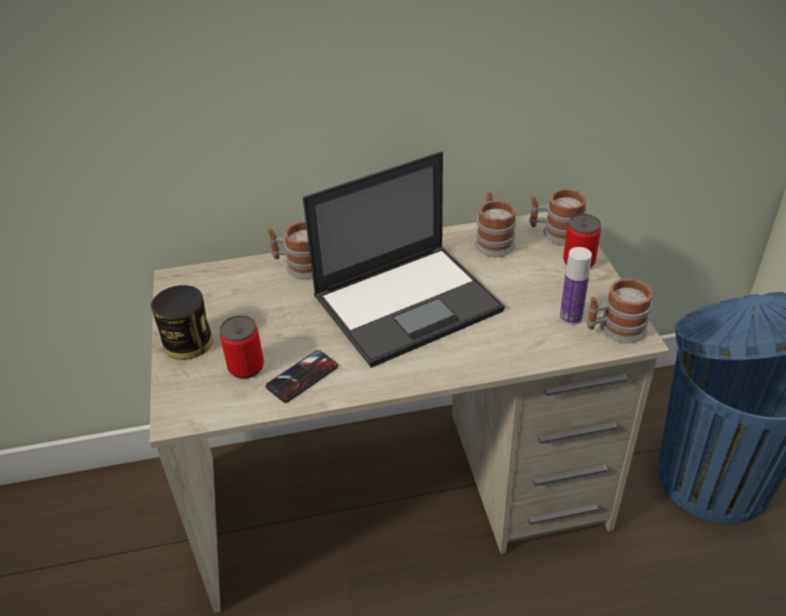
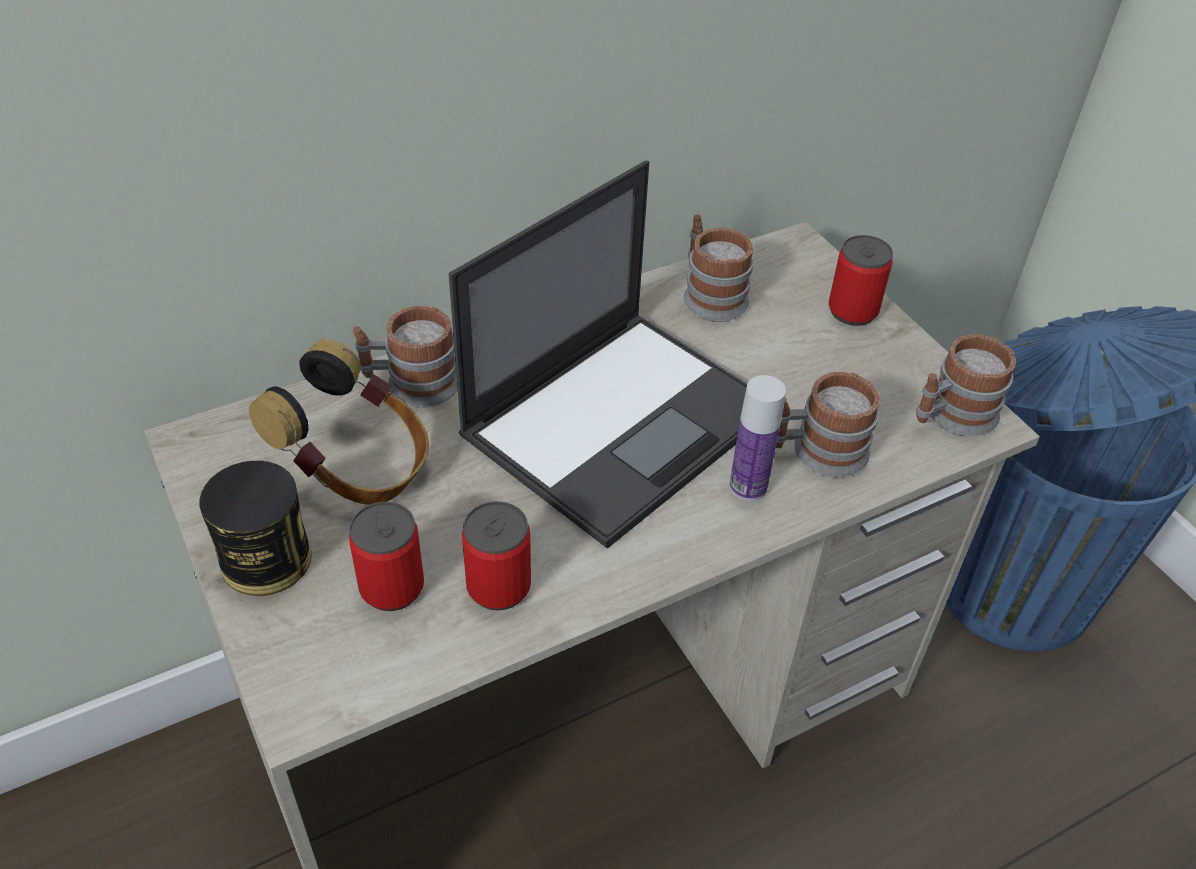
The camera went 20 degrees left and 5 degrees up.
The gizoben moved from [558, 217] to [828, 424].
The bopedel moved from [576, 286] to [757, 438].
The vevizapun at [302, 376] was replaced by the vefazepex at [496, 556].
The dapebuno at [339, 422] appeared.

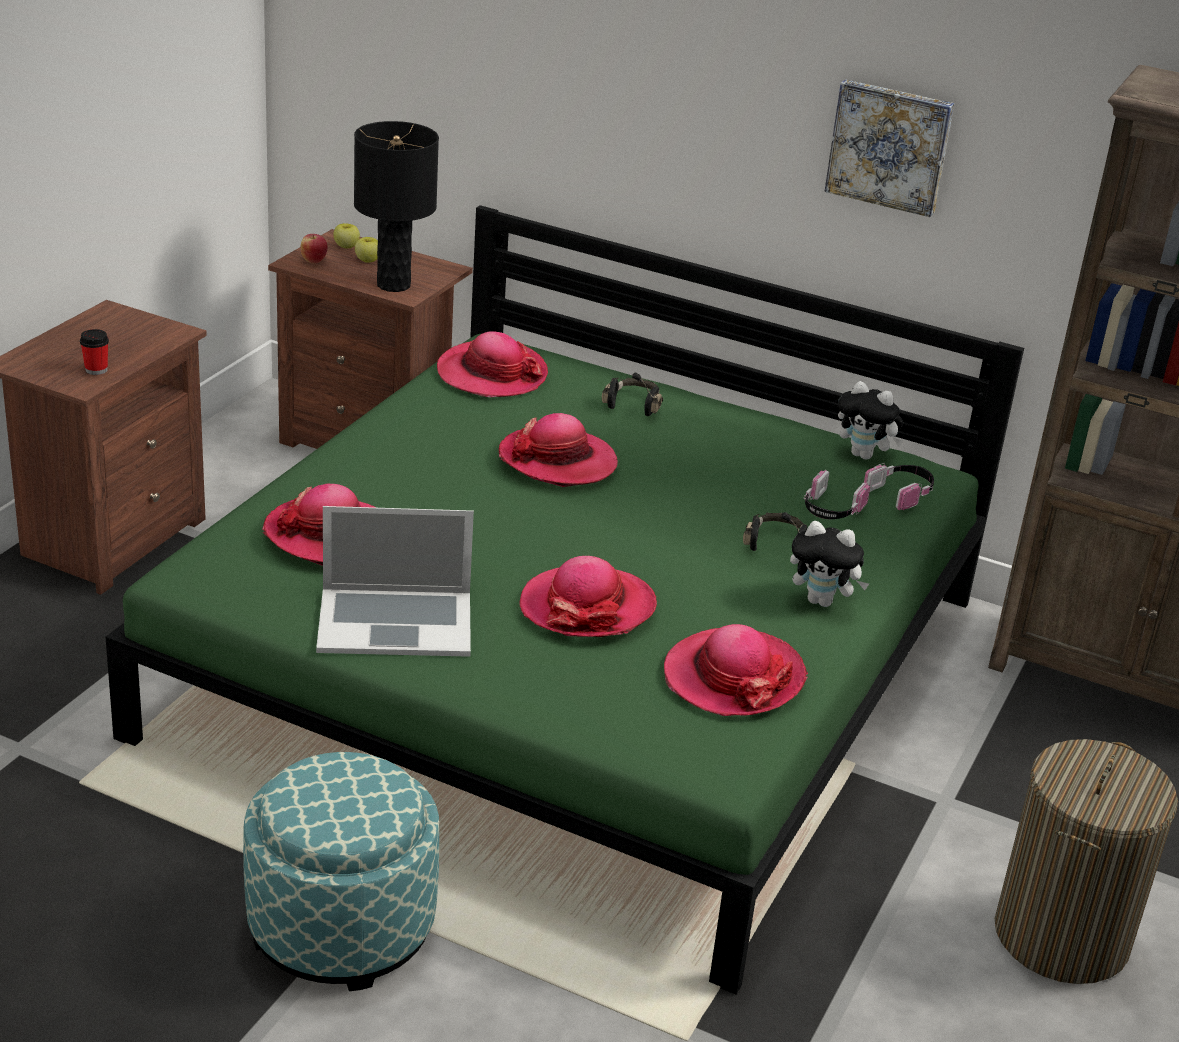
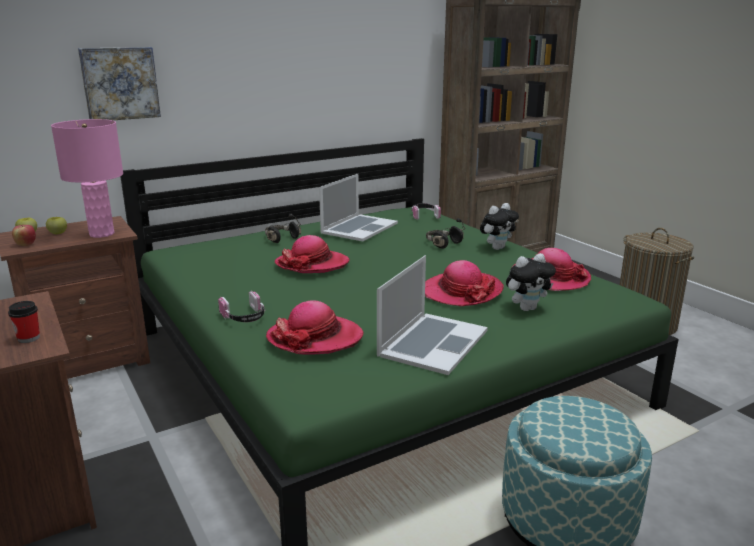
The camera went 55 degrees left and 10 degrees down.
The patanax moved from [889, 148] to [119, 83].
The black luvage at [396, 206] became the pink luvage at [87, 178].
The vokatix at [492, 364] disappeared.
The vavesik moved from [870, 420] to [531, 282].
The dapebuno moved from [837, 494] to [241, 306].
The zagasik at [358, 207] appeared.

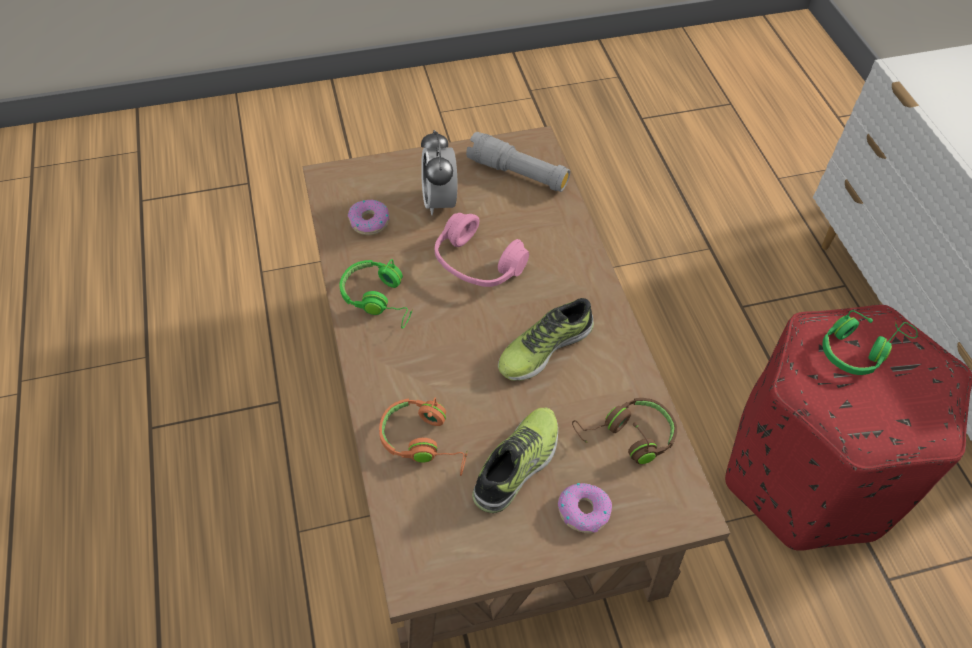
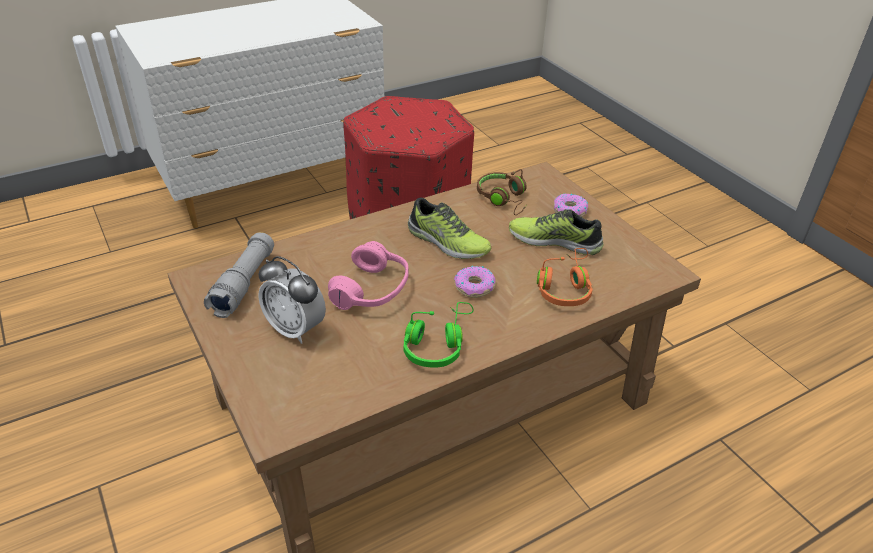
The camera went 105 degrees left and 15 degrees down.
The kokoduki at [439, 172] turned 60 degrees clockwise.
The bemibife moved from [368, 217] to [475, 281].
The green dapebuno at [870, 342] disappeared.

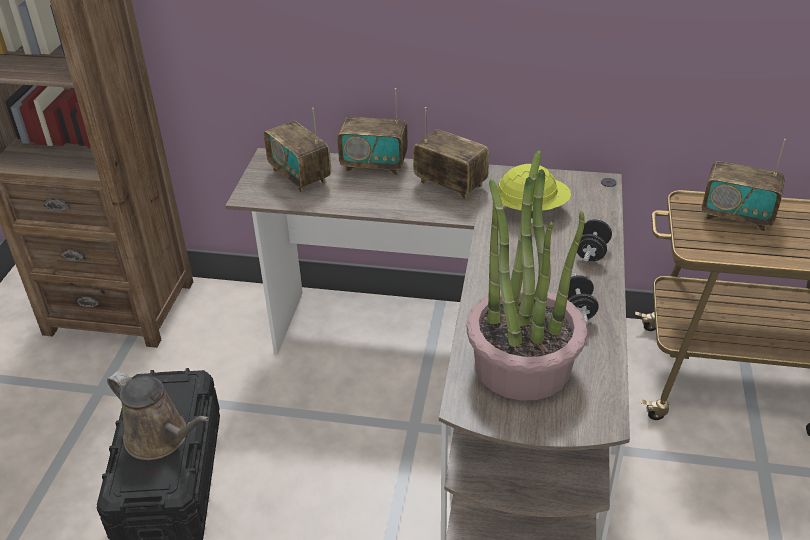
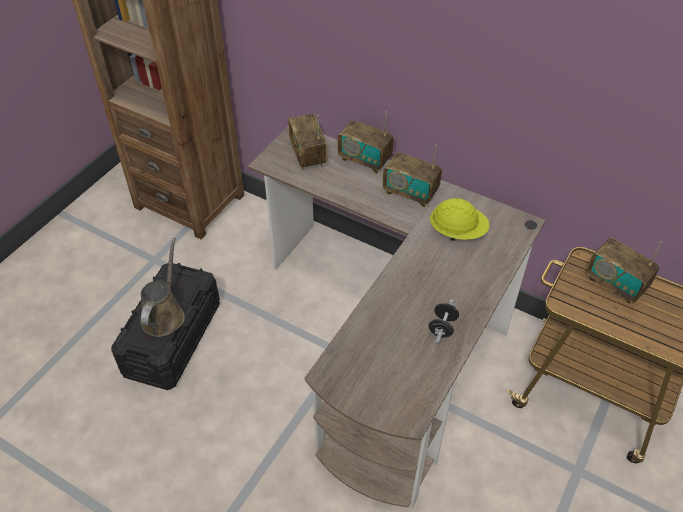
The camera went 20 degrees right and 10 degrees up.
The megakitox at [451, 153] turned 150 degrees clockwise.
The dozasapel at [527, 275] disappeared.
The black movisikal at [594, 240] disappeared.
The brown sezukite at [158, 415] turned 135 degrees counterclockwise.

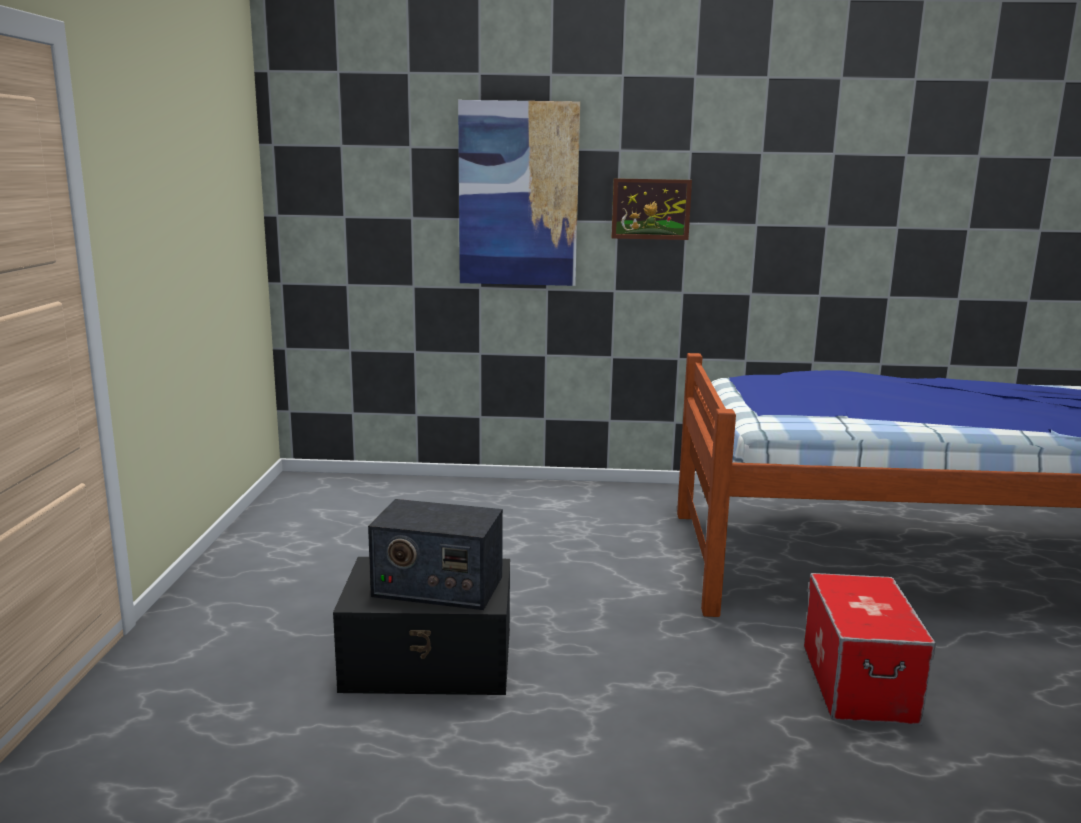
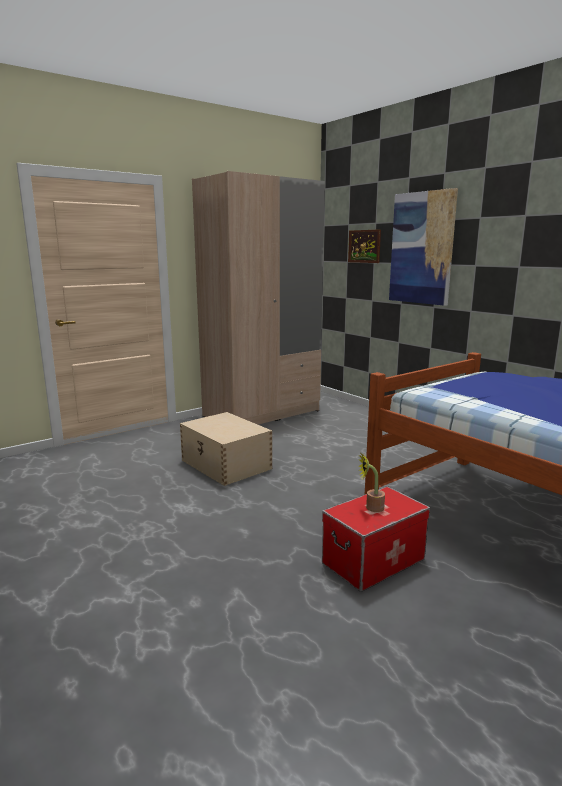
The camera went 50 degrees right and 0 degrees up.
The patanax moved from [651, 209] to [364, 246].
The megakitox at [435, 554] disappeared.
The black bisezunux at [421, 626] became the beige bisezunux at [226, 449].
The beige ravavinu at [258, 297] appeared.
The dozasapel at [372, 482] appeared.

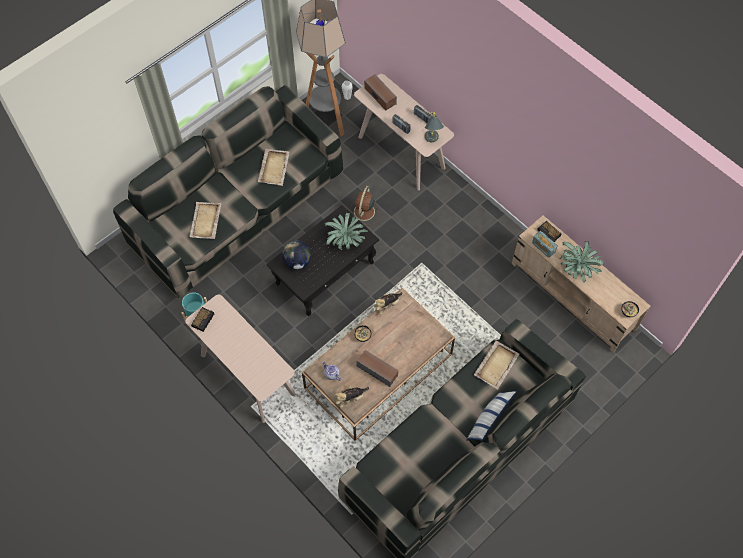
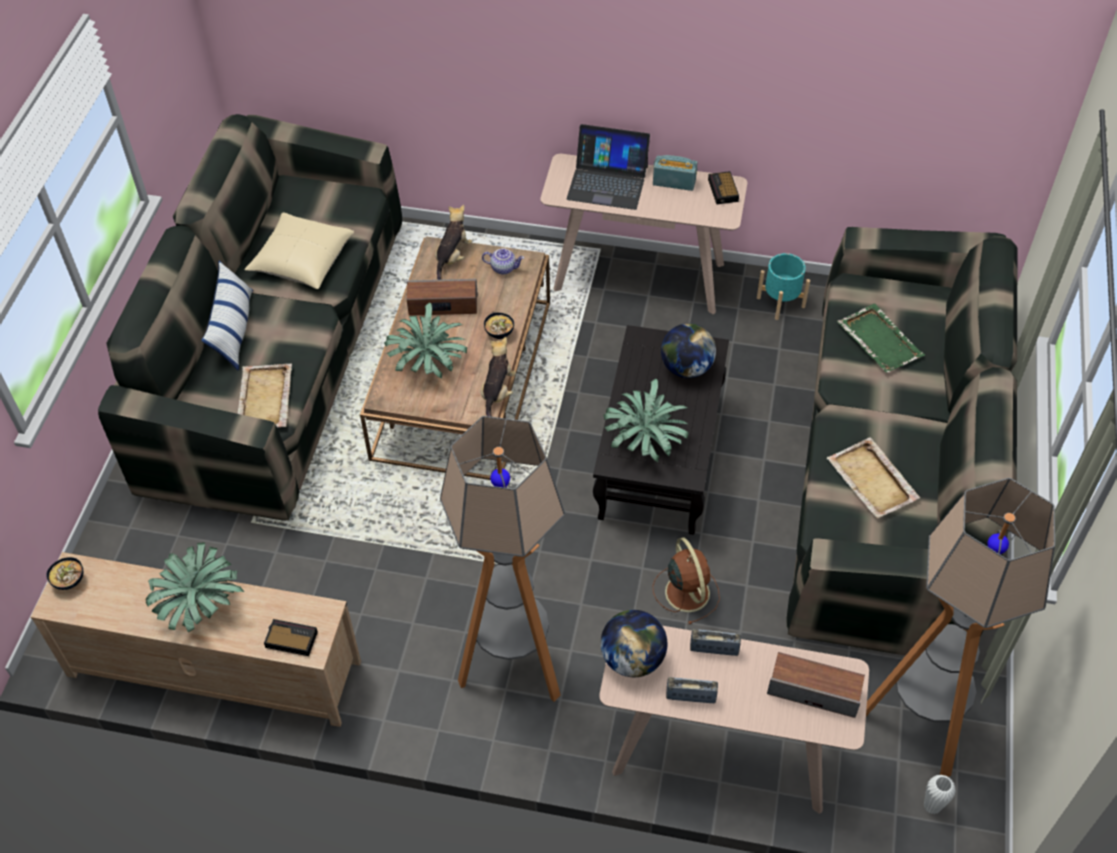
The camera went 145 degrees right and 10 degrees down.
The grey luvage at [434, 127] was replaced by the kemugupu at [633, 643].
The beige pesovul at [205, 220] became the green pesovul at [881, 338].
The megakitox moved from [545, 244] to [675, 173].
The zagasik at [608, 167] appeared.
The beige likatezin at [299, 251] appeared.
The dozasapel at [425, 340] appeared.
The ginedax at [502, 559] appeared.

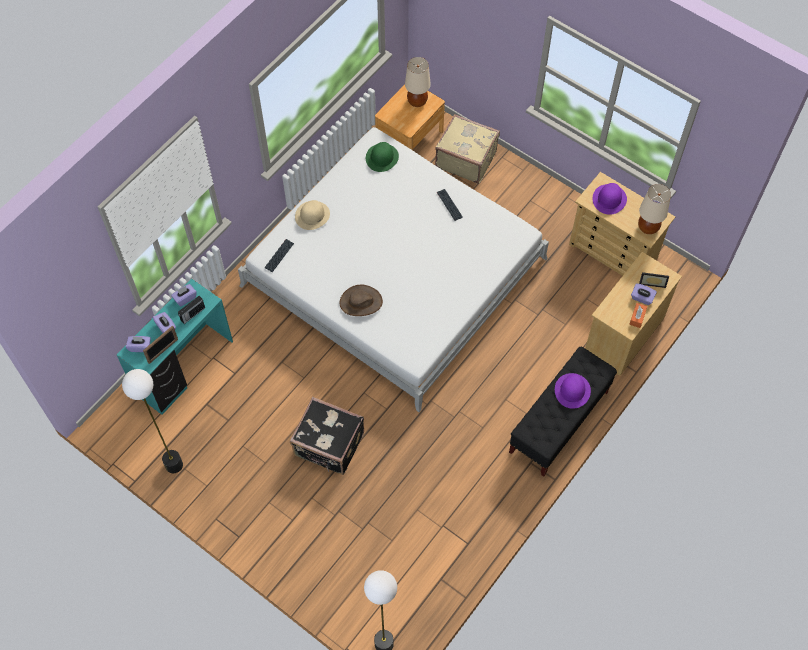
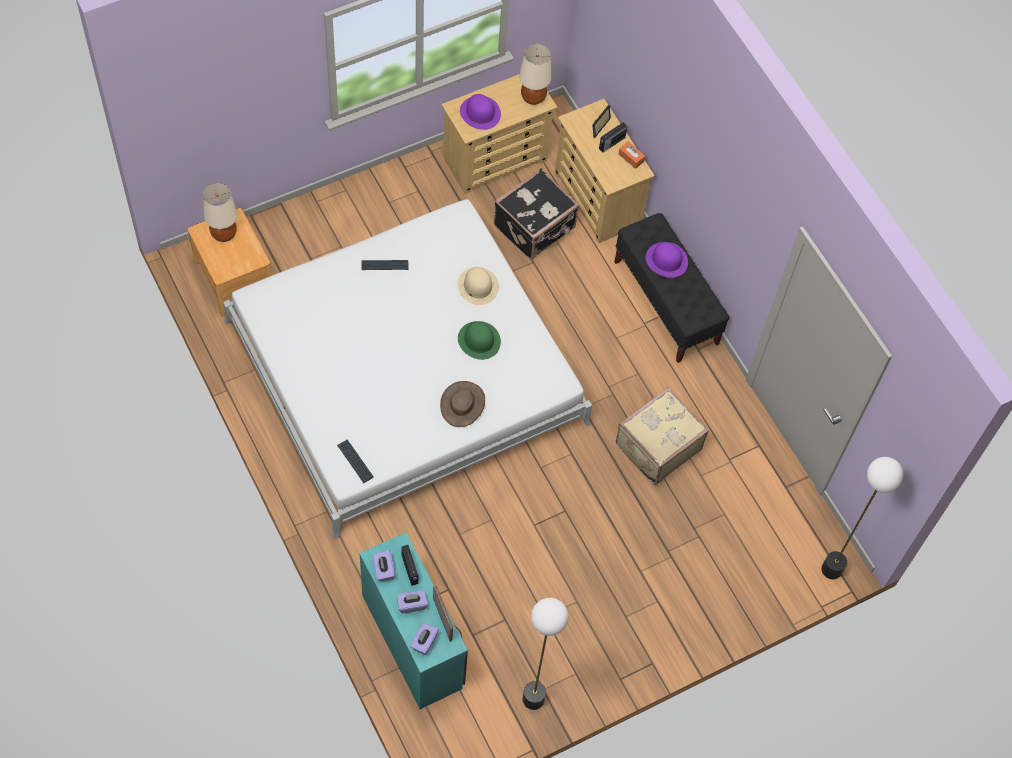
The camera went 70 degrees left and 0 degrees up.
The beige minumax moved from [467, 149] to [662, 436].
The green vokatix moved from [382, 157] to [479, 340].
The beige vokatix moved from [312, 215] to [478, 286].
The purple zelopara at [644, 294] was replaced by the megakitox at [613, 137].
The black minumax moved from [327, 436] to [536, 213].

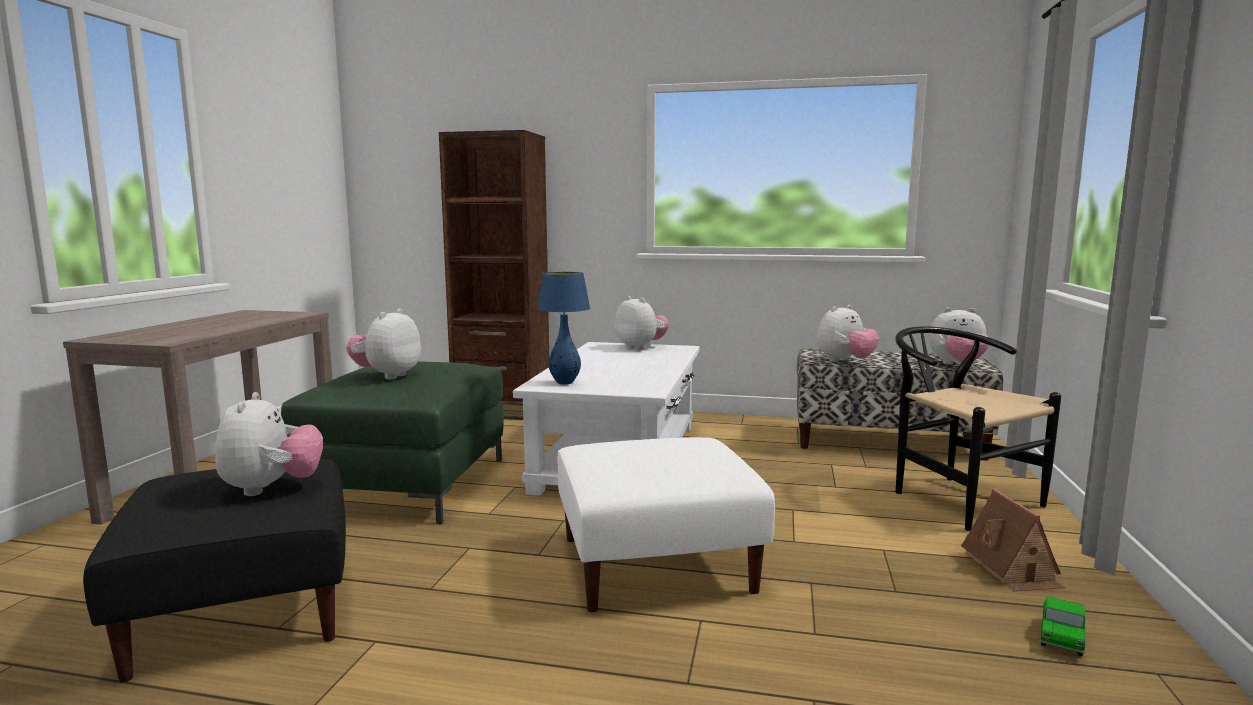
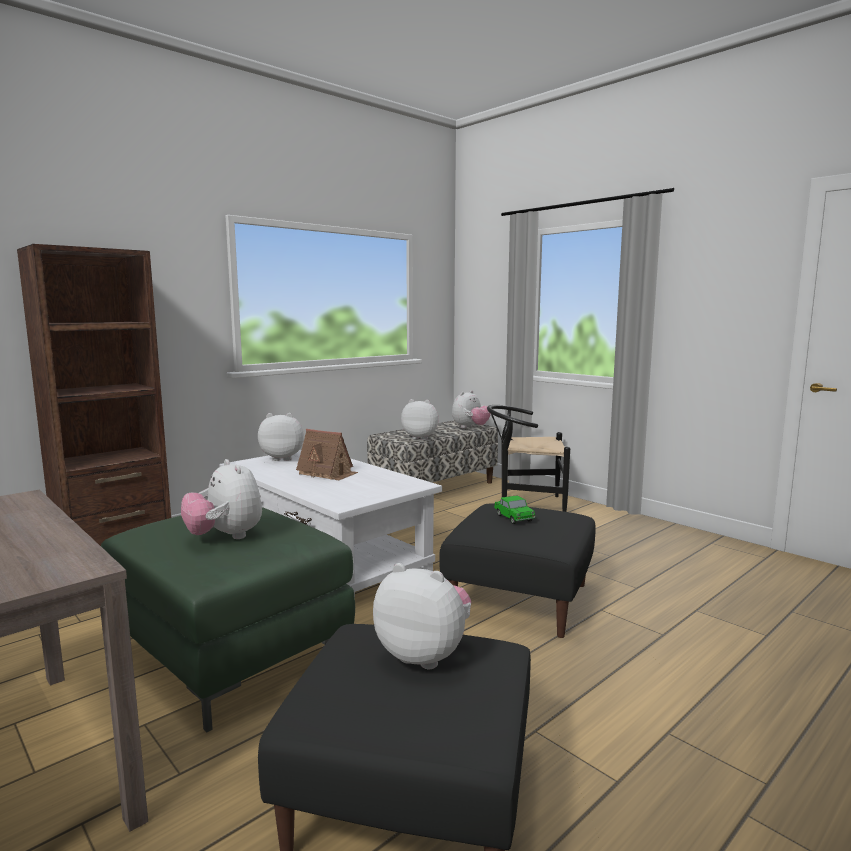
The camera went 55 degrees left and 0 degrees up.
The blue luvage at [564, 328] disappeared.
The vavesik at [848, 333] turned 75 degrees counterclockwise.
The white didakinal at [666, 524] became the black didakinal at [517, 571].
The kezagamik moved from [1013, 540] to [327, 454].
The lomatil moved from [1063, 626] to [514, 509].

